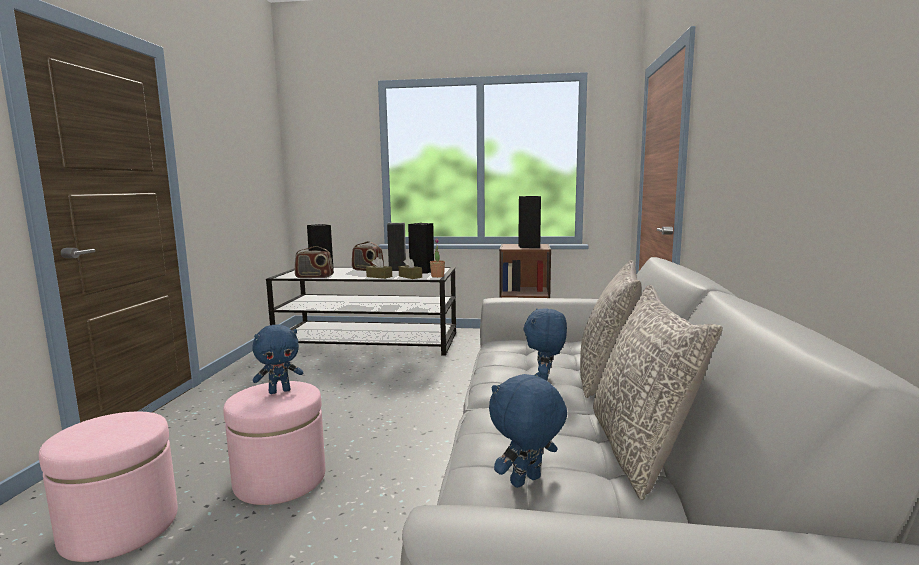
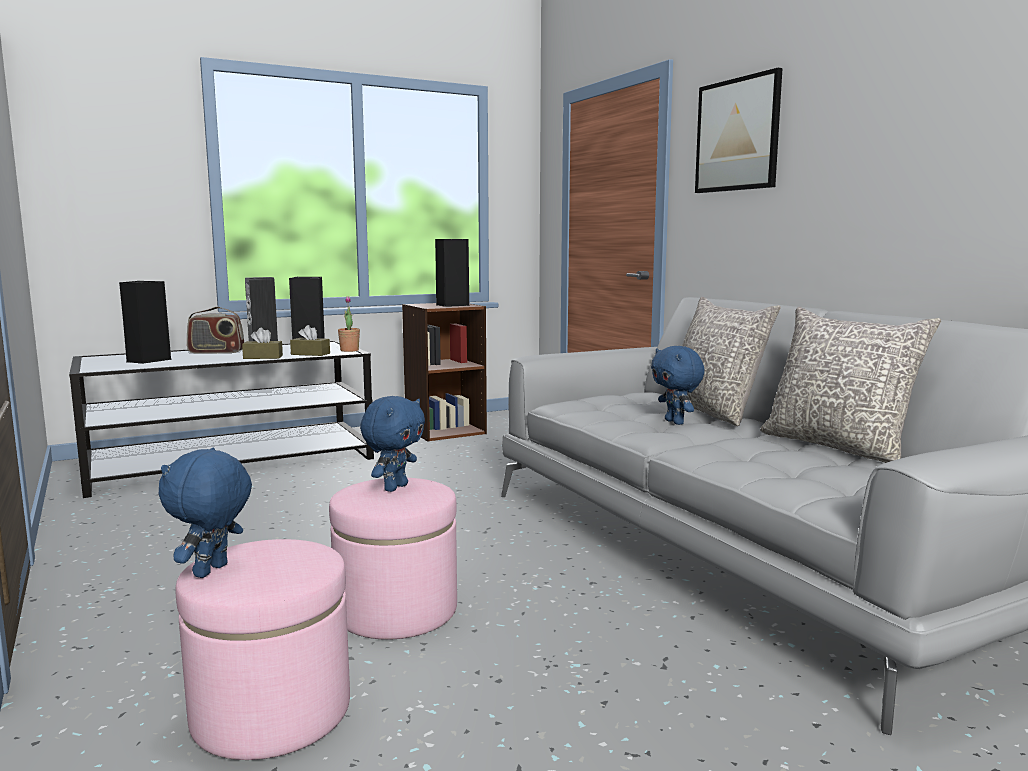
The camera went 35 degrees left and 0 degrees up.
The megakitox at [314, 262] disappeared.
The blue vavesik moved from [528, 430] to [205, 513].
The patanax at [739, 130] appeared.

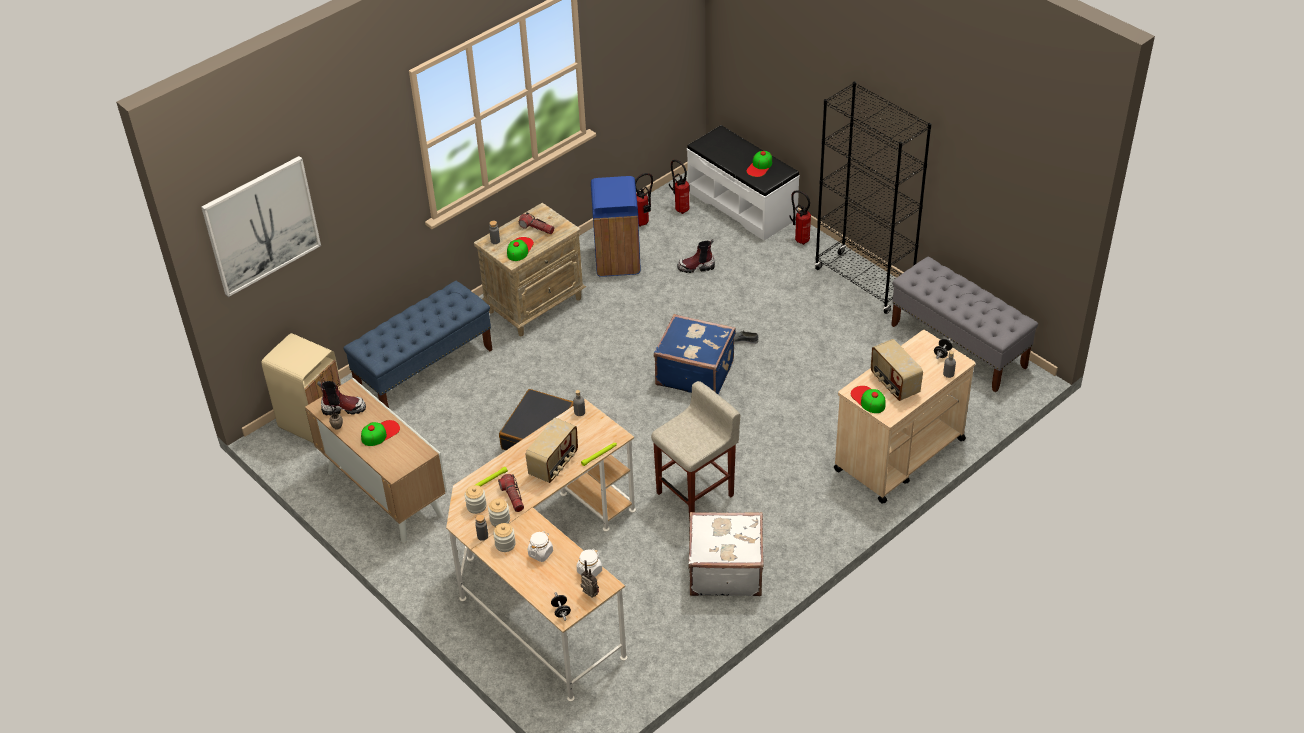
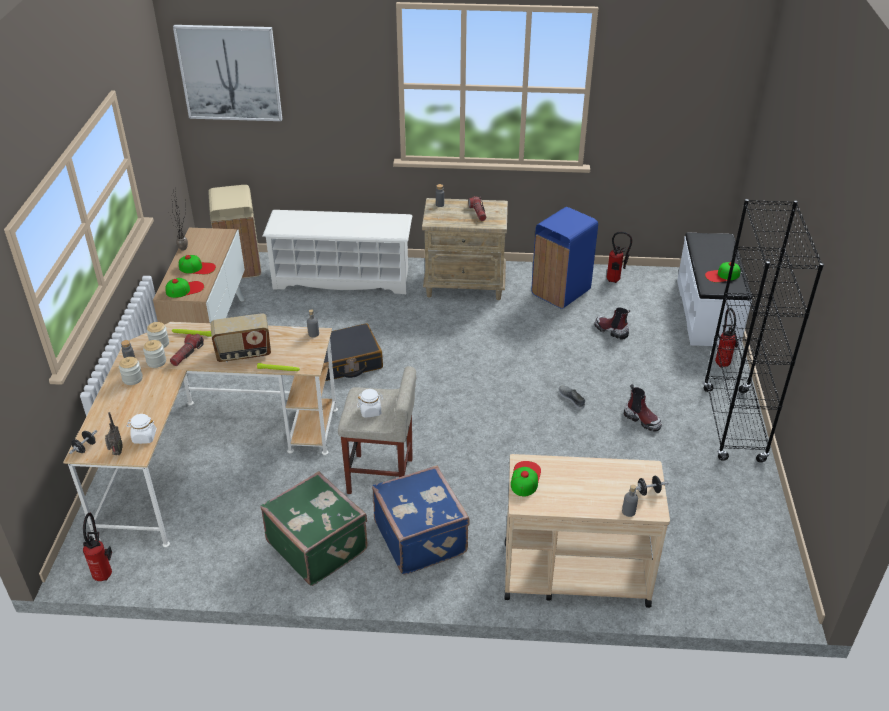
The camera went 45 degrees right and 5 degrees down.
The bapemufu moved from [679, 187] to [97, 547].
The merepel moved from [520, 249] to [184, 288].
The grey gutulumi at [964, 324] disappeared.
The blue gutulumi at [418, 344] was replaced by the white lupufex at [337, 252].
The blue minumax moved from [695, 354] to [421, 520].
The megakitox at [897, 370] disappeared.
The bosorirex moved from [341, 398] to [643, 408].
The white minumax at [726, 554] became the green minumax at [314, 528].
The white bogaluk moved from [540, 546] to [370, 403].

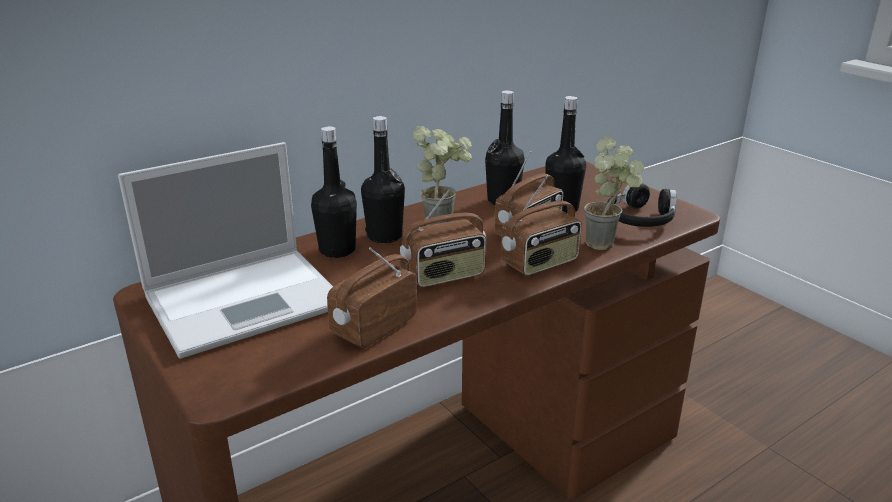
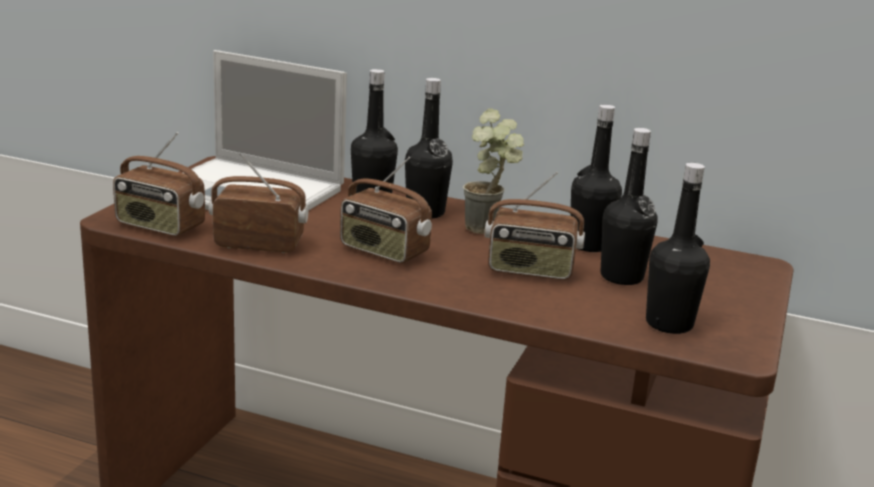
The camera went 55 degrees right and 5 degrees down.
The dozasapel at [614, 193] disappeared.
The megakitox moved from [541, 226] to [159, 184].
The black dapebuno at [642, 205] was replaced by the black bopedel at [678, 248].

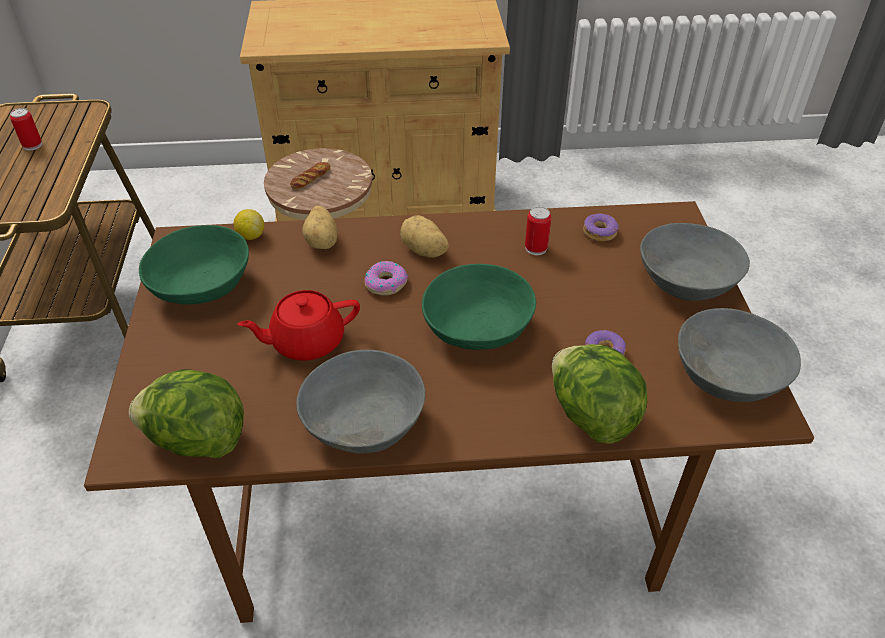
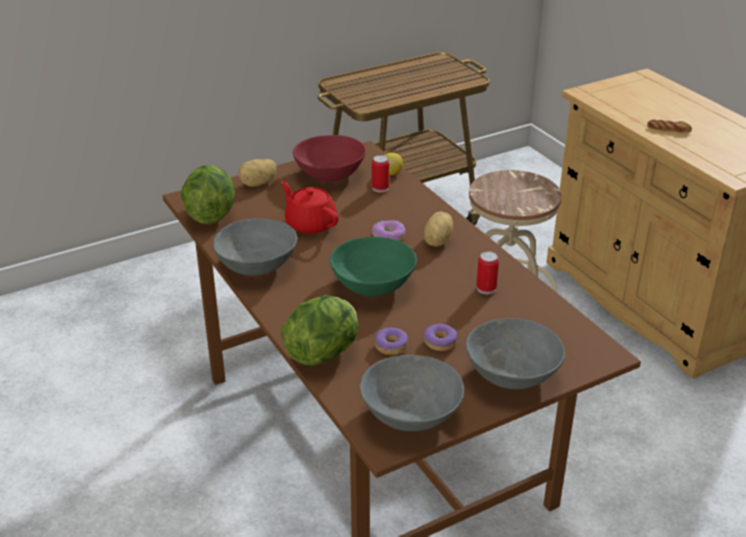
The camera went 65 degrees right and 10 degrees down.
The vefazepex moved from [26, 129] to [380, 173].
The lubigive moved from [310, 175] to [669, 126].
The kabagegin moved from [319, 227] to [257, 173].
The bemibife moved from [601, 227] to [440, 337].
The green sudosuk at [194, 265] became the red sudosuk at [329, 158].

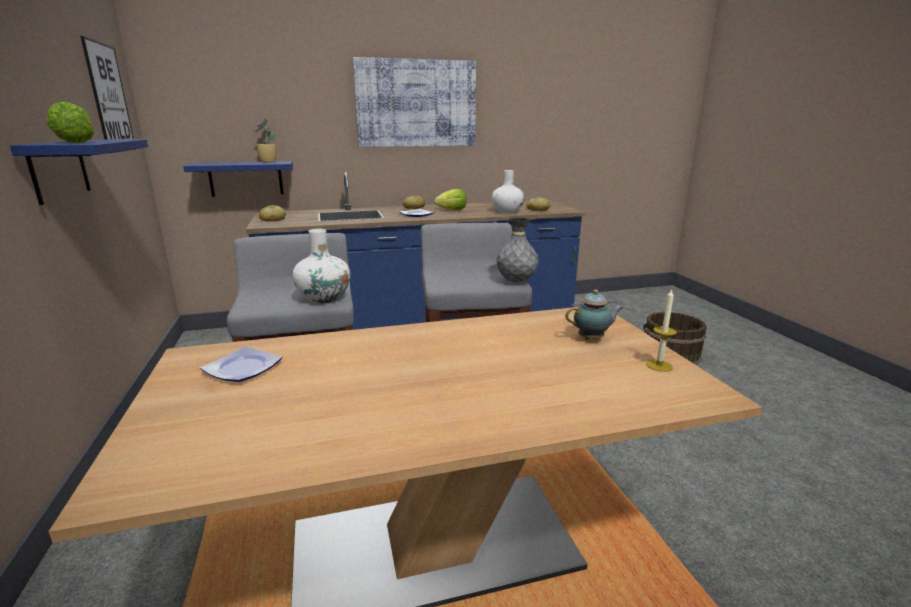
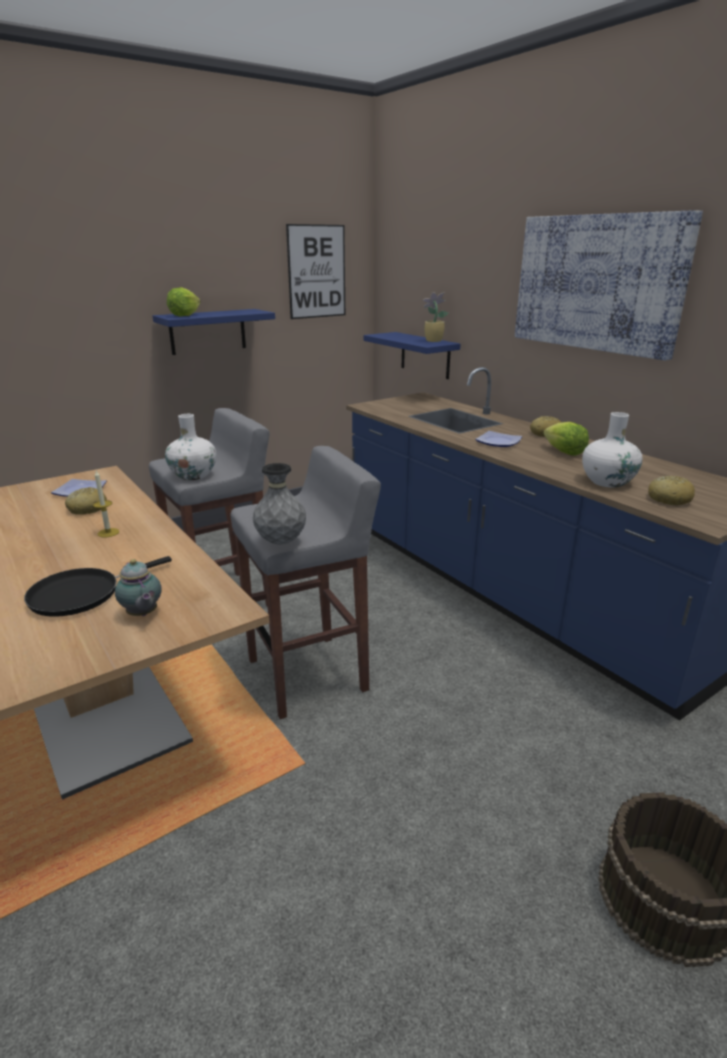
The camera went 70 degrees right and 5 degrees up.
The lubigive moved from [272, 213] to [86, 501].
The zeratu moved from [661, 330] to [106, 504].
The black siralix at [98, 586] appeared.

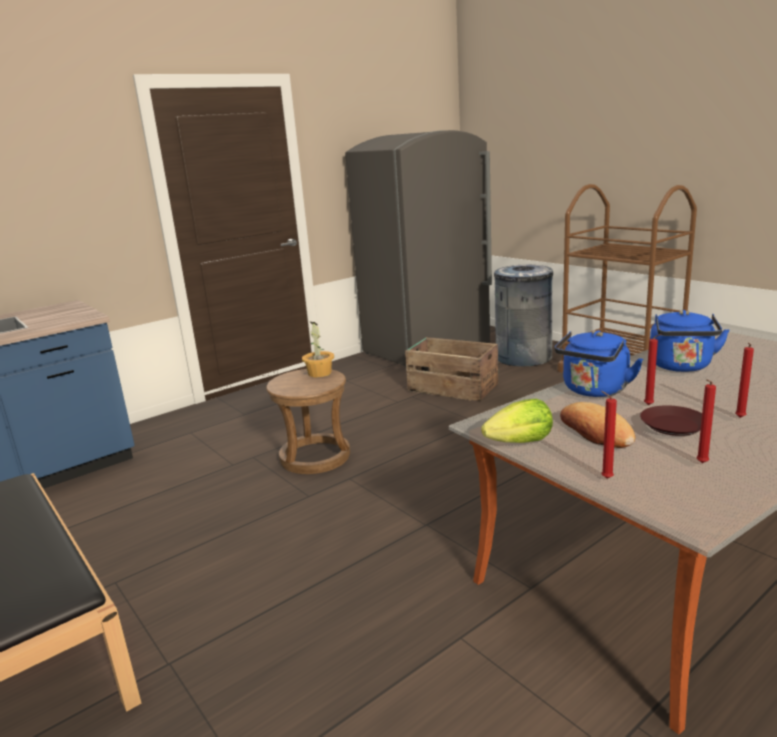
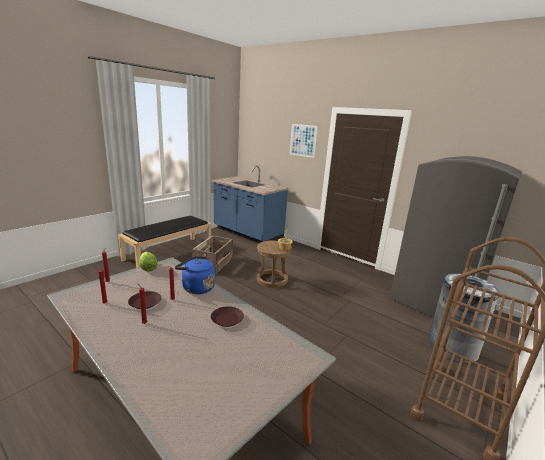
The camera went 75 degrees right and 0 degrees up.
The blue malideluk at [690, 341] was replaced by the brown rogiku at [227, 316].
The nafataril moved from [451, 369] to [212, 255].
The lubigive at [597, 425] disappeared.
The patanax at [304, 141] appeared.

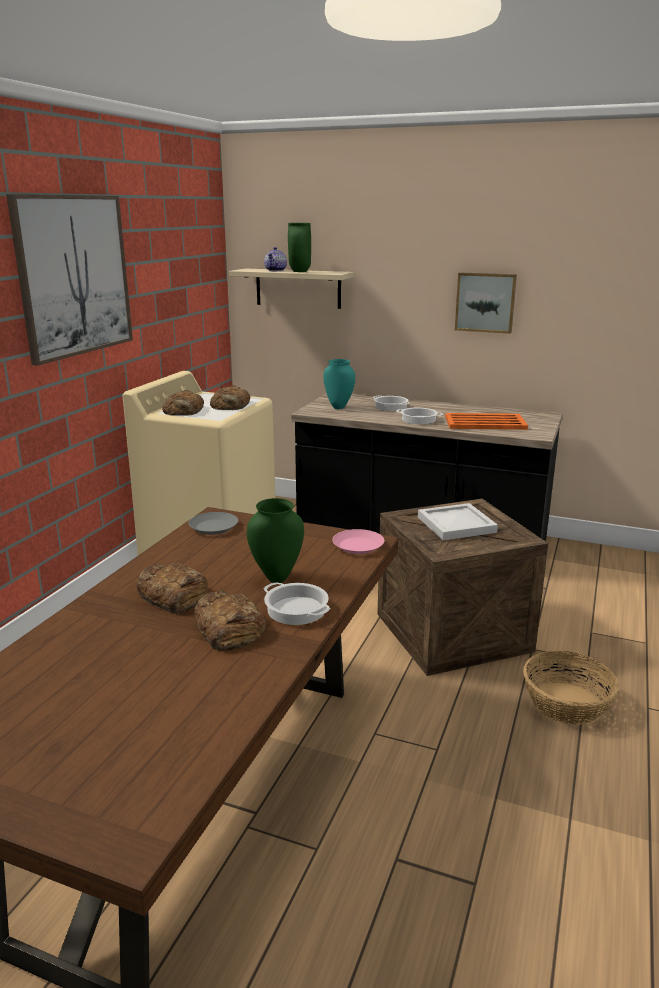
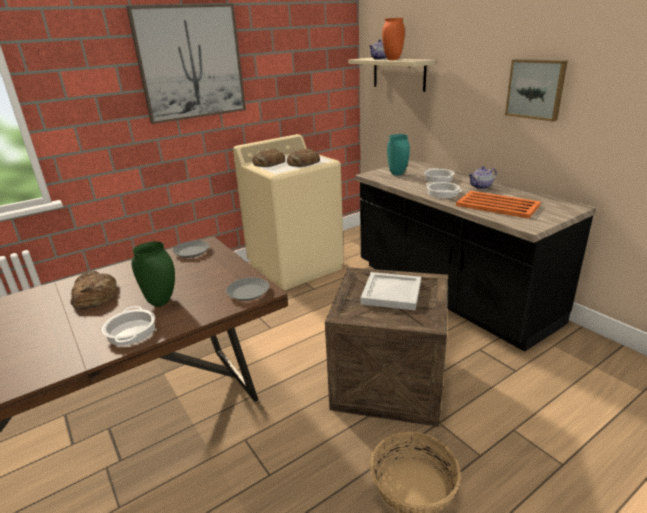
The camera went 35 degrees right and 5 degrees up.
The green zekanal at [299, 247] became the orange zekanal at [393, 39].
The pink rogiku at [358, 541] became the grey rogiku at [247, 289].
The lubigive at [230, 620] disappeared.
The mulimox at [482, 177] appeared.

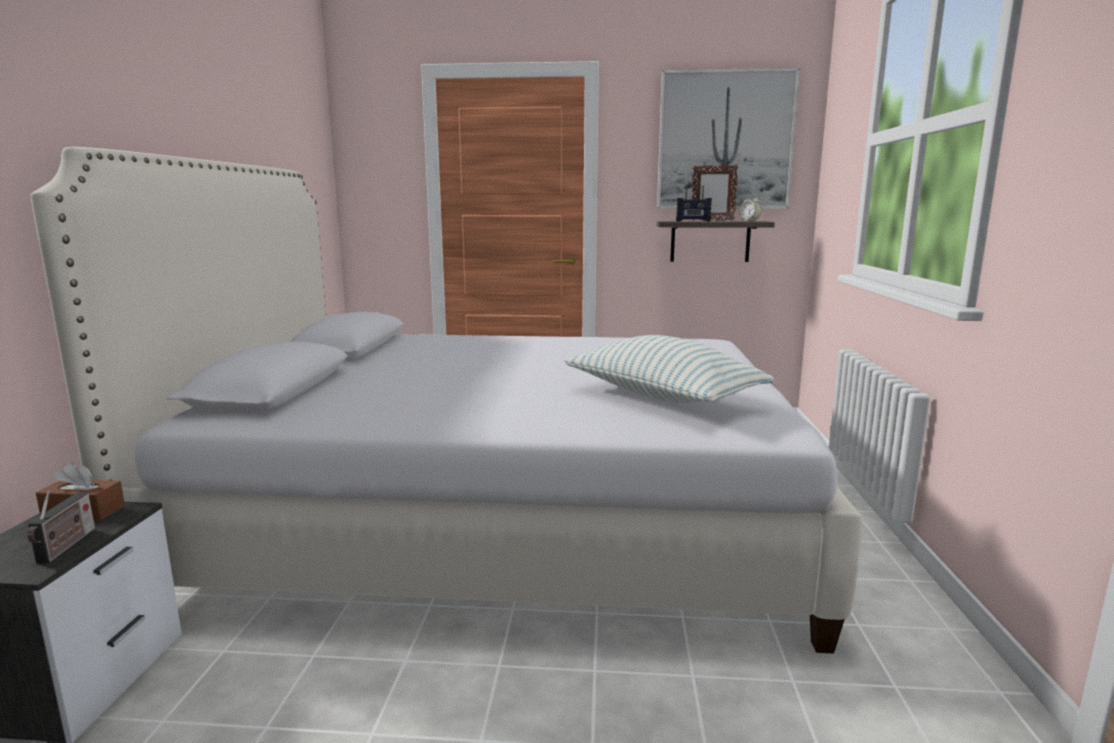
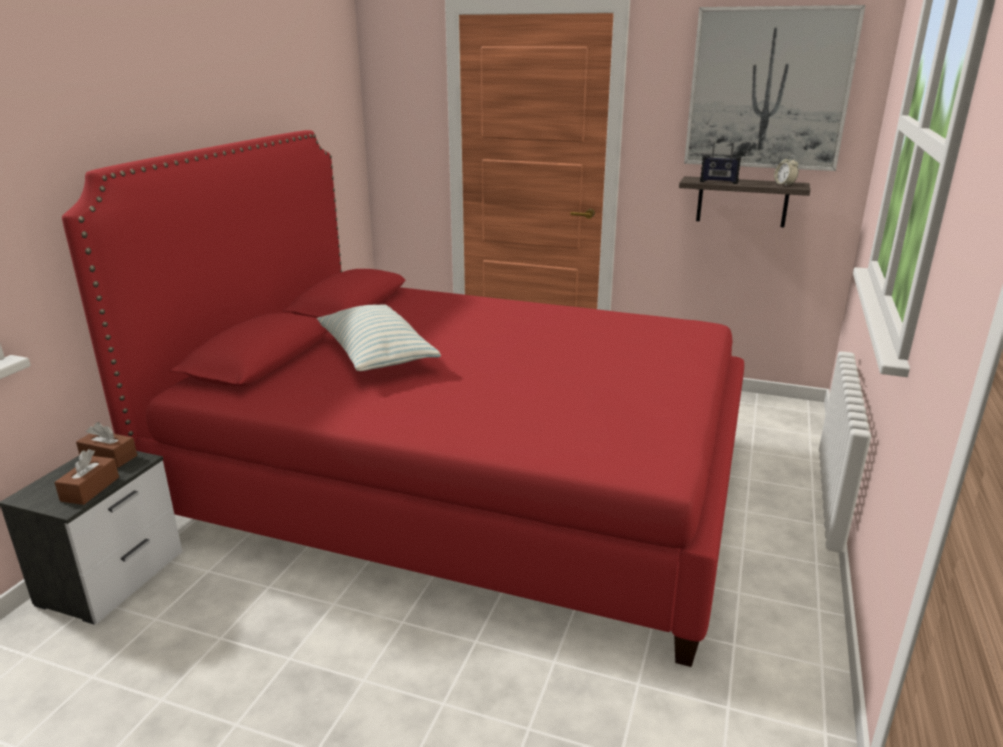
The camera went 15 degrees right and 10 degrees up.
The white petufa at [446, 400] became the red petufa at [403, 398].
The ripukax at [715, 192] disappeared.
The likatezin moved from [669, 369] to [379, 337].
The megakitox at [61, 526] was replaced by the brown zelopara at [86, 477].

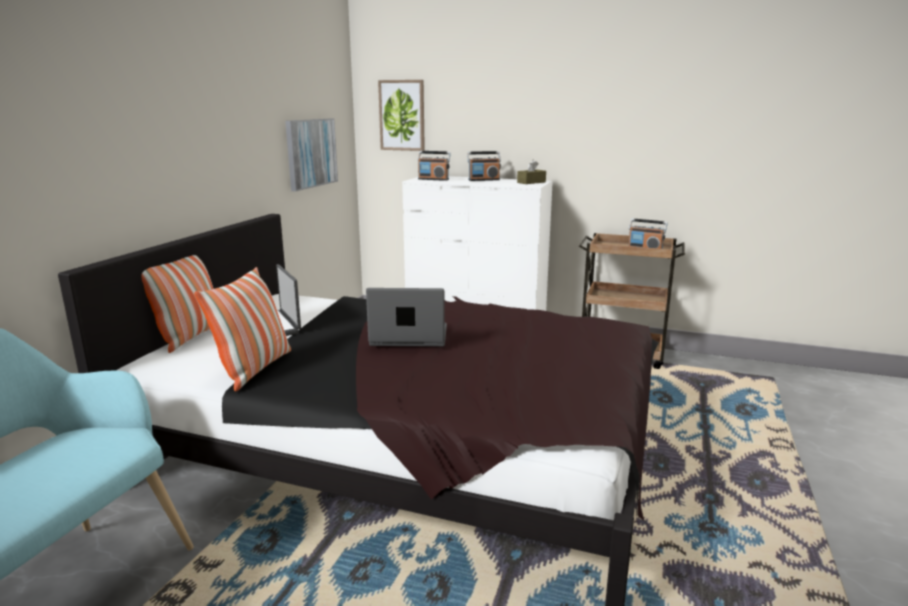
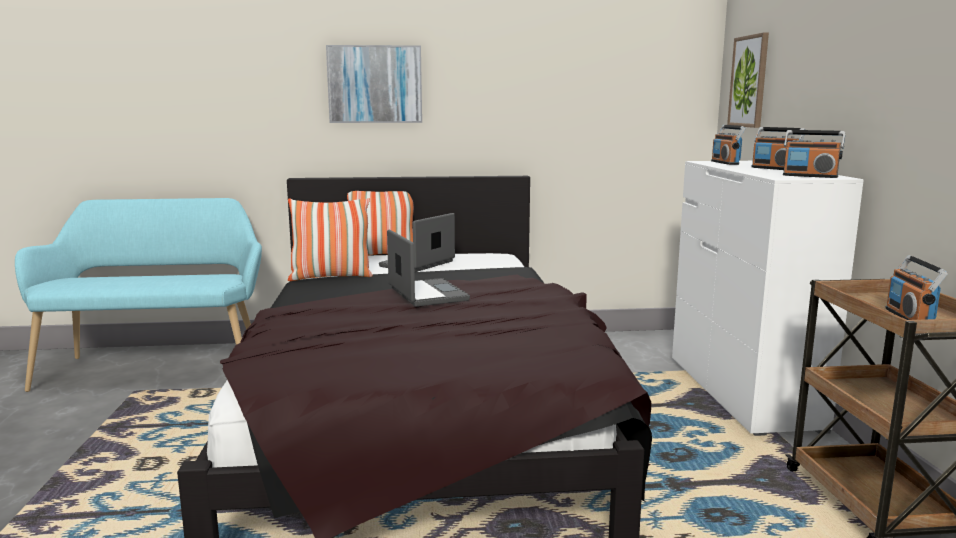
The camera went 65 degrees right and 5 degrees down.
The patanax moved from [311, 155] to [374, 84].
The brown zelopara at [531, 172] was replaced by the megakitox at [814, 154].

